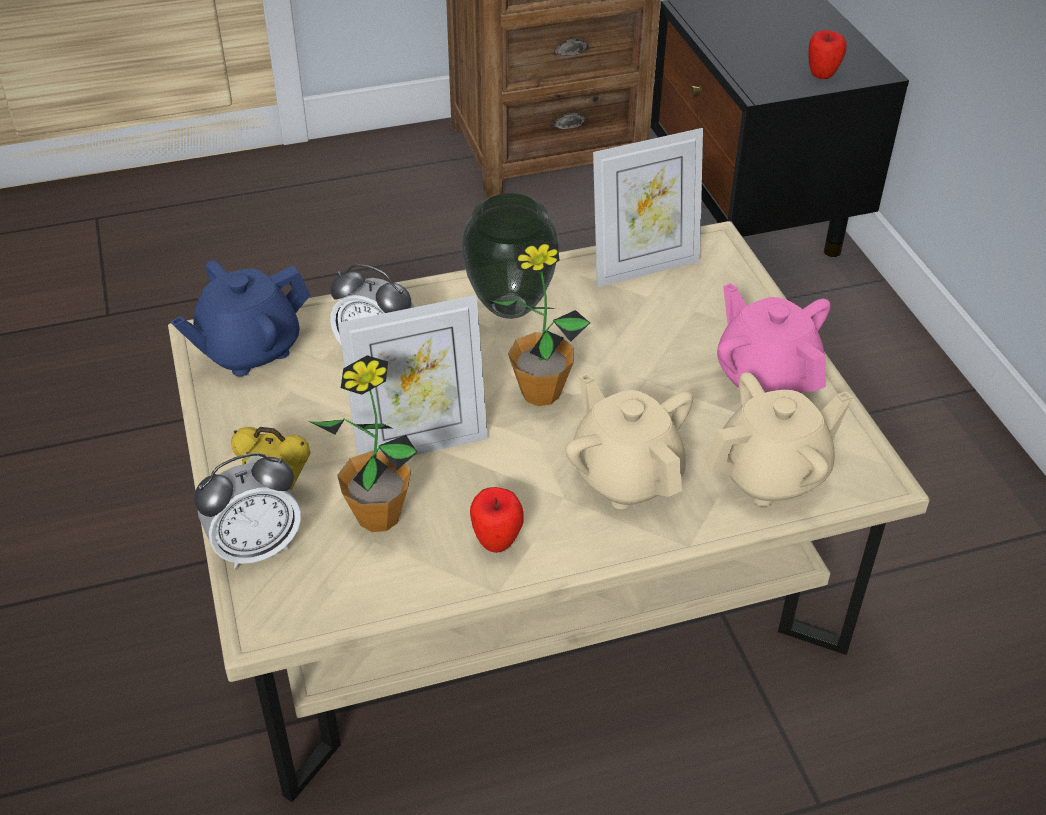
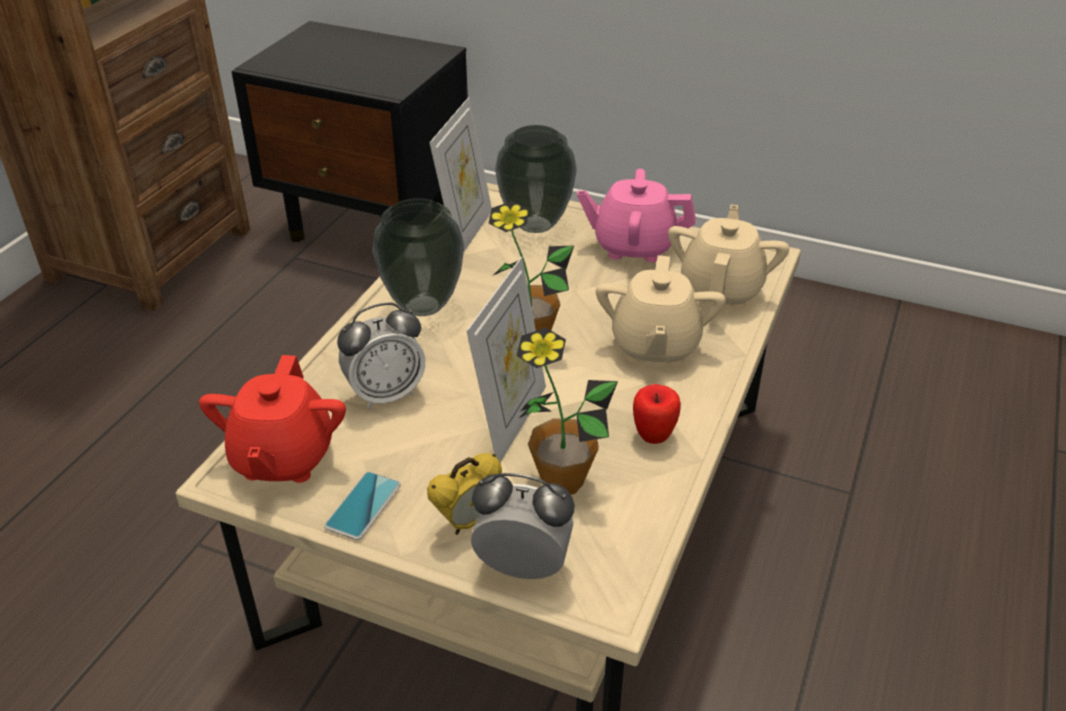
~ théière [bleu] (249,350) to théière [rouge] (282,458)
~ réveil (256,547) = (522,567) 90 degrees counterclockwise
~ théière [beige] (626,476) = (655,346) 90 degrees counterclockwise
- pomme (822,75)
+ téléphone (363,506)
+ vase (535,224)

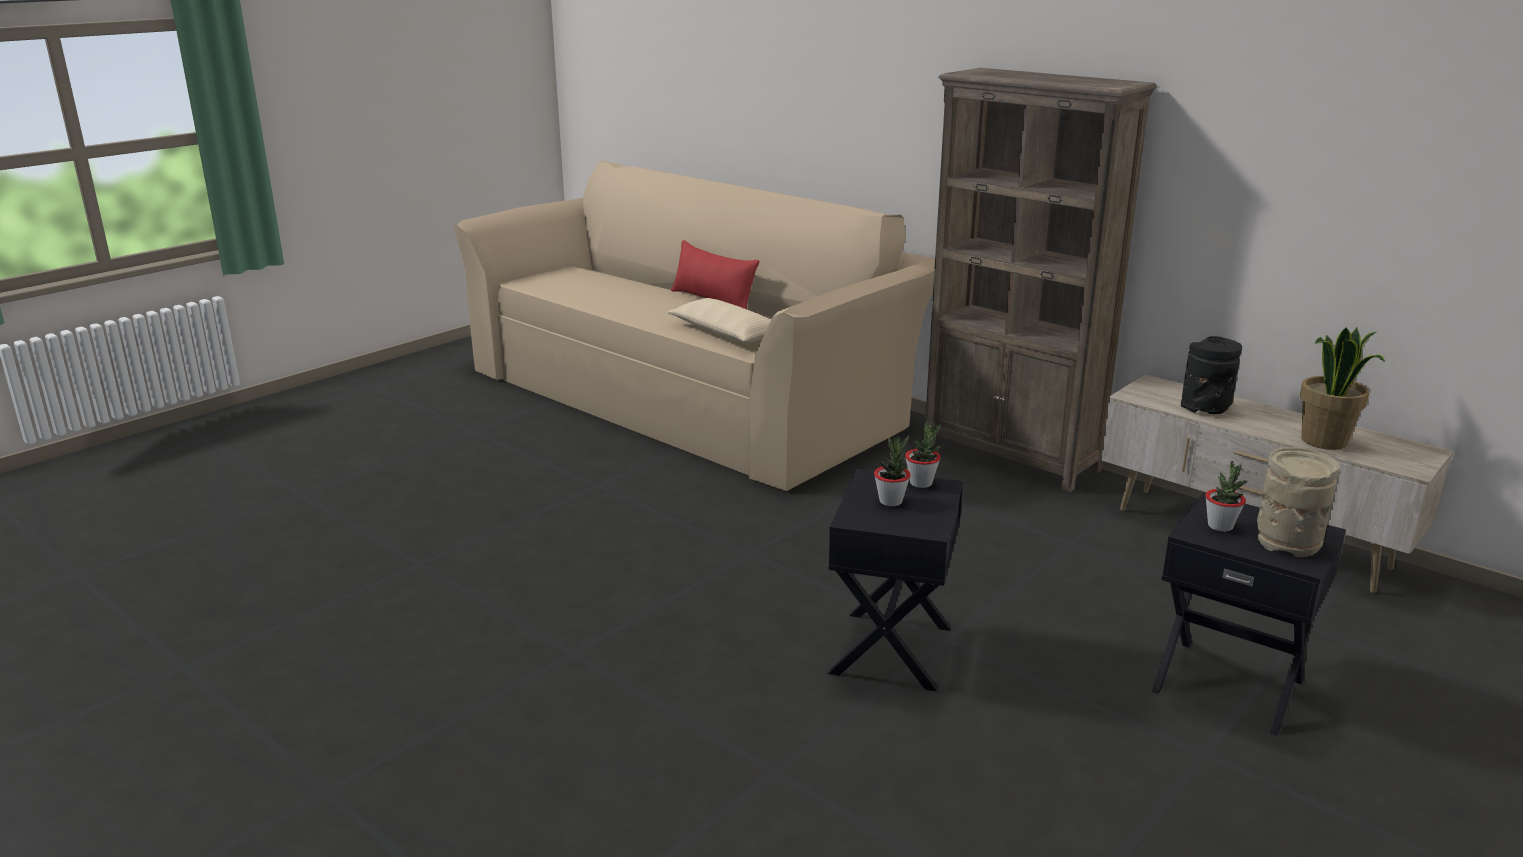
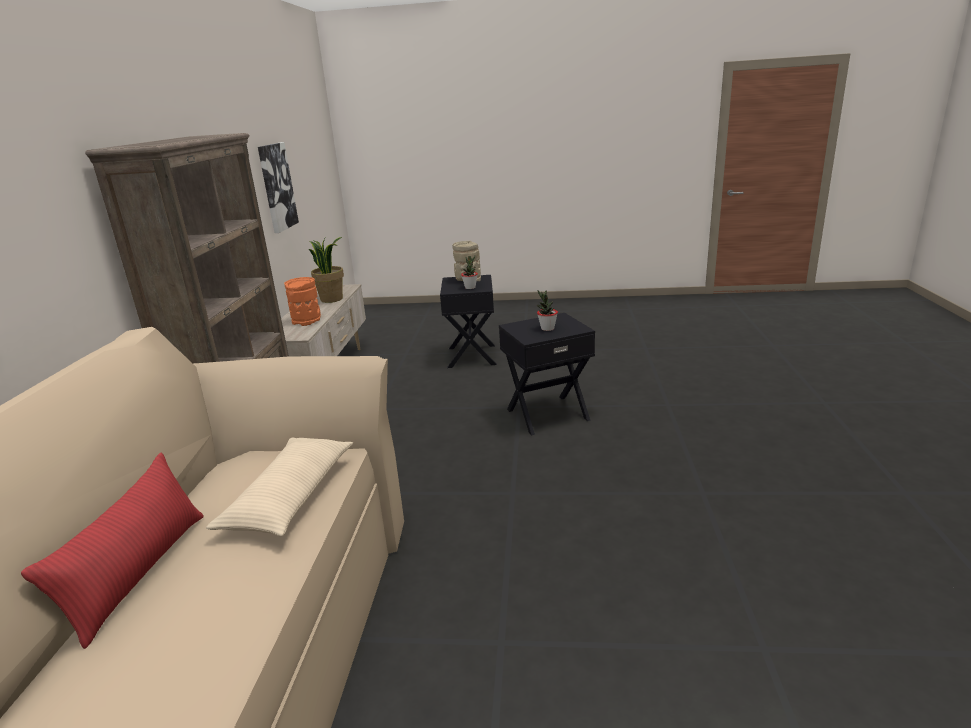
- plante en pot (921,483)
~ vase [noir] (1205,408) to vase [orange] (307,320)
+ tableau (276,187)

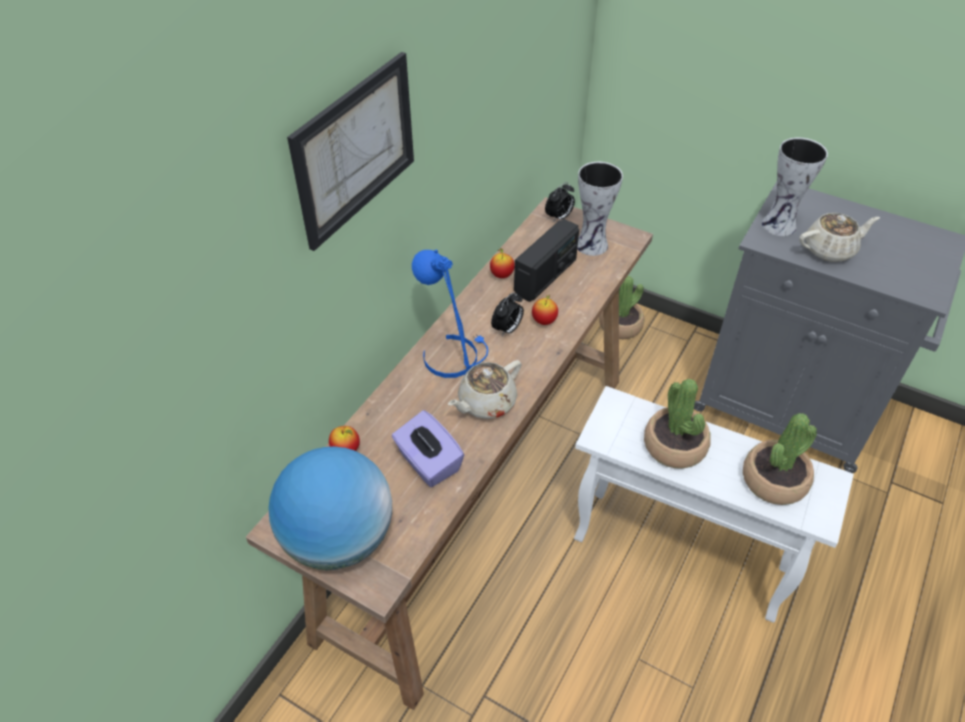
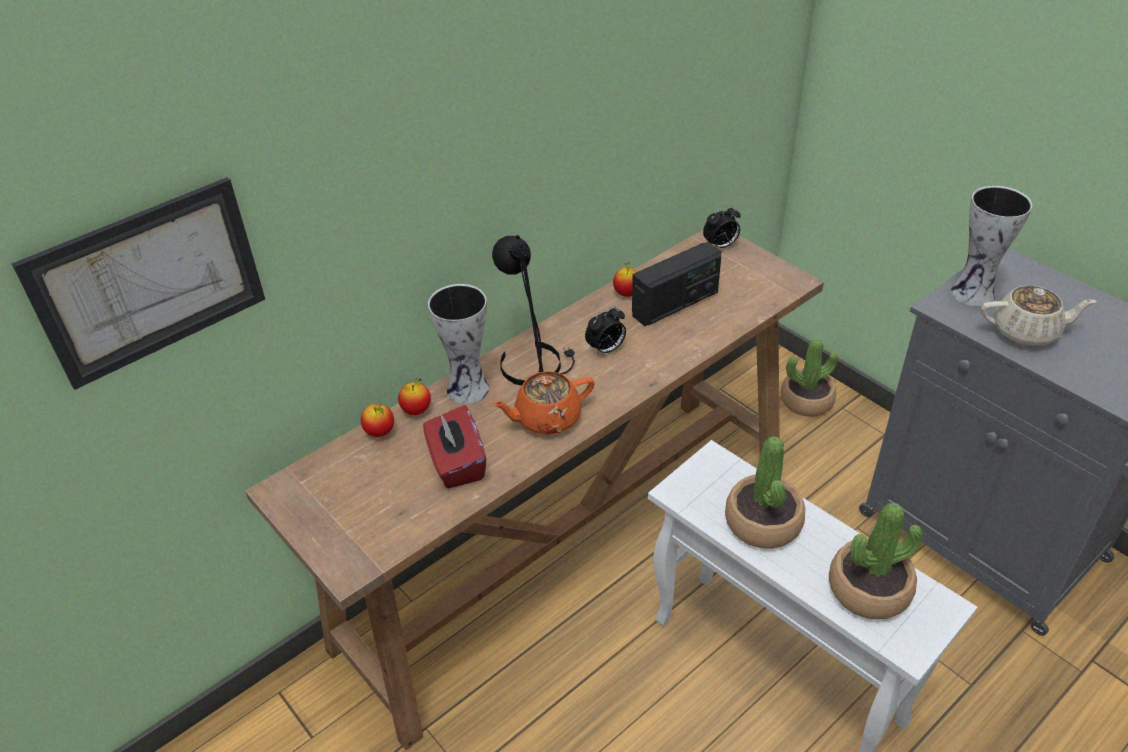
- globe (339,538)
~ tableau (355,149) to (149,281)
~ boîte à mouchoirs [violet] (428,463) to boîte à mouchoirs [rouge] (456,464)
~ lampe de table [bleu] (453,355) to lampe de table [noir] (534,363)
~ théière [beige] (486,403) to théière [orange] (546,418)
~ pomme (544,321) to (416,410)
~ vase (593,245) to (470,389)

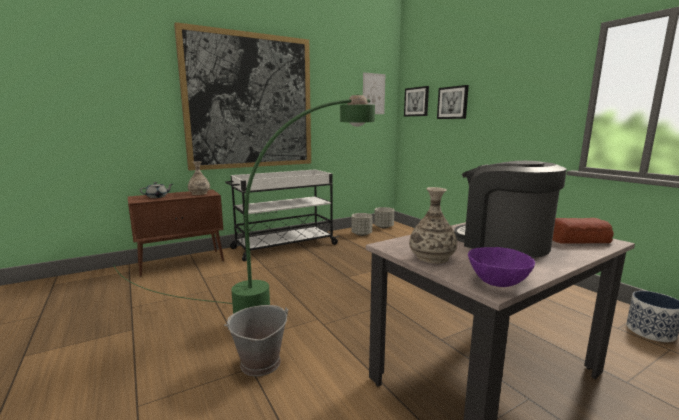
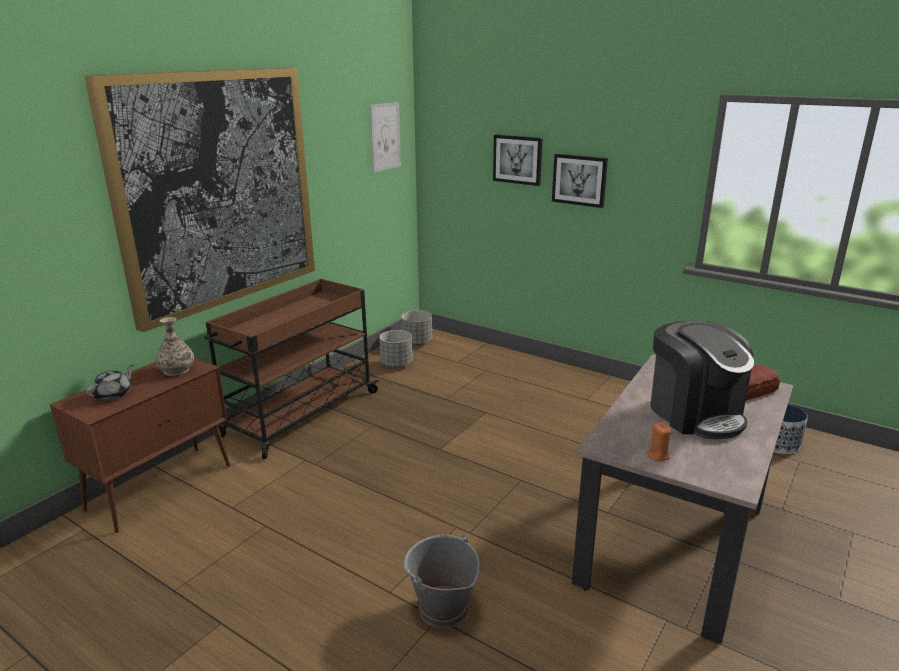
- lampadaire [vert] (280,303)
~ chariot [blanc] (283,246) to chariot [marron] (299,414)
~ tableau (416,102) to (579,180)
~ vase (432,257) to bougie [orange] (657,455)
~ machine à café (502,243) = (695,413) 135 degrees counterclockwise
- bol [violet] (497,282)

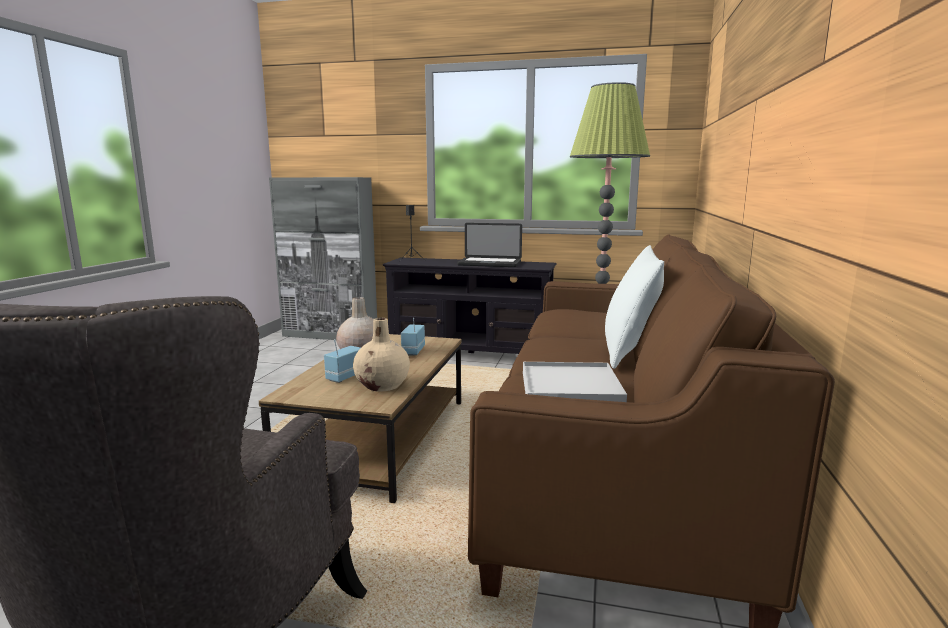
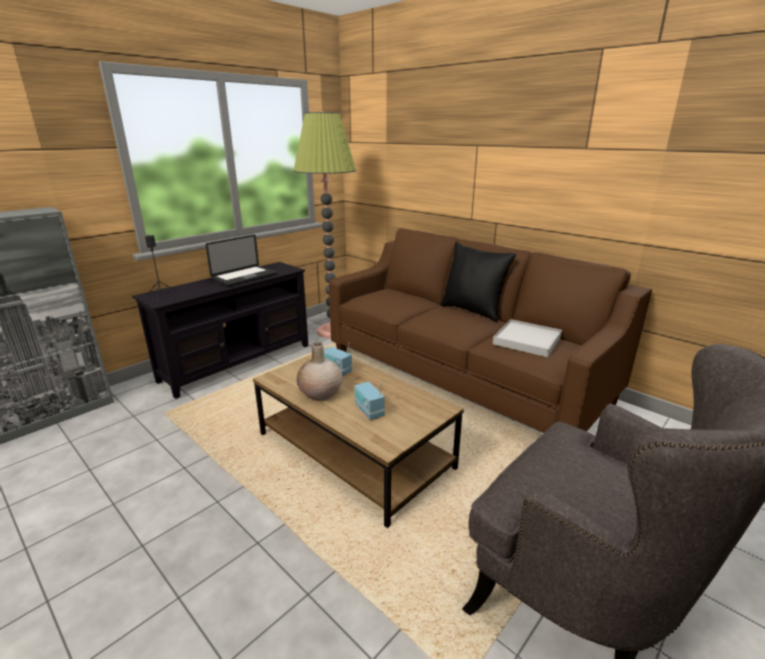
- vase [beige] (382,385)
~ coussin [blanc] (629,353) to coussin [noir] (473,311)

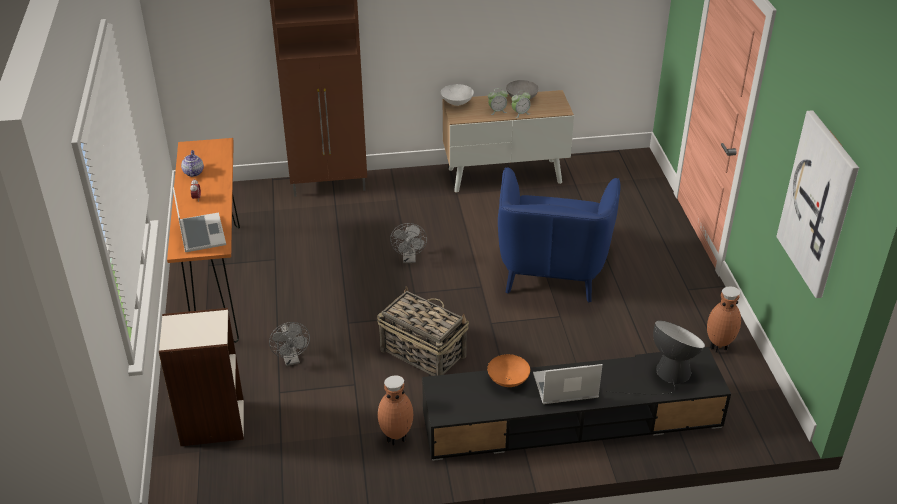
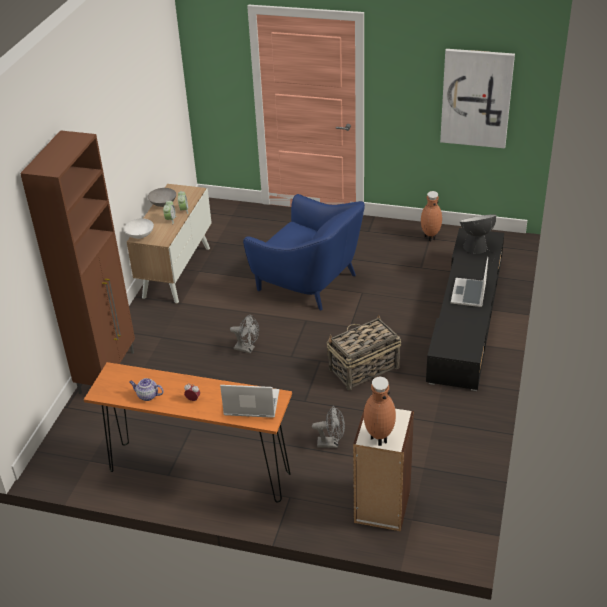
~ vase [marron] (396,438) to (378,438)
- bol [orange] (508,380)

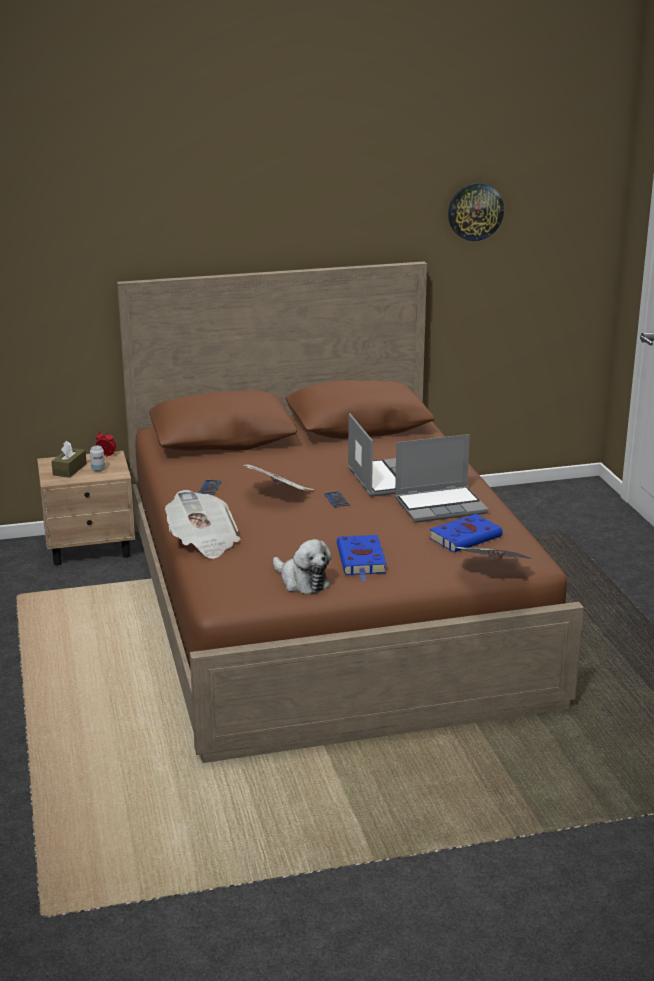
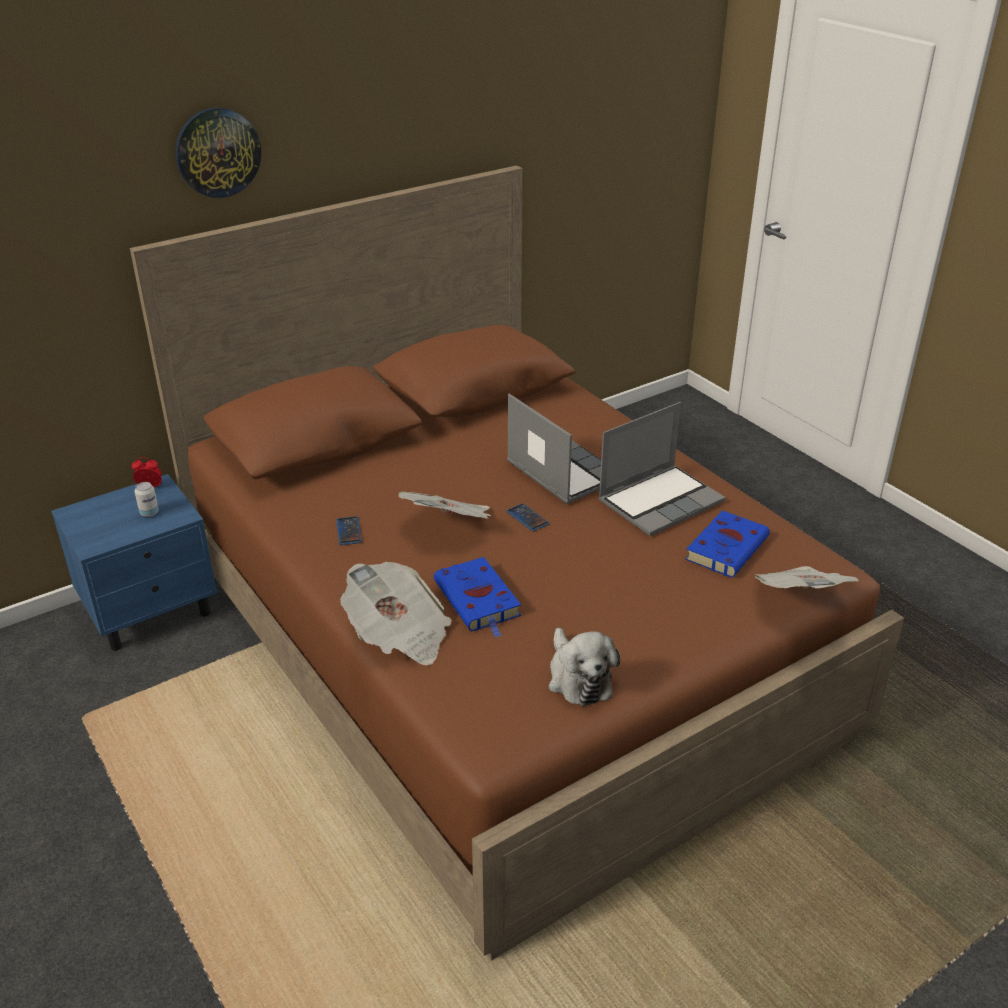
~ table de chevet [beige] (91,548) to table de chevet [bleu] (151,610)
- boîte à mouchoirs [marron] (69,469)
~ peluche (302,581) = (578,677) 45 degrees clockwise
~ livre [bleu] (362,560) to (478,601)
~ horloge murale (475,211) to (217,152)

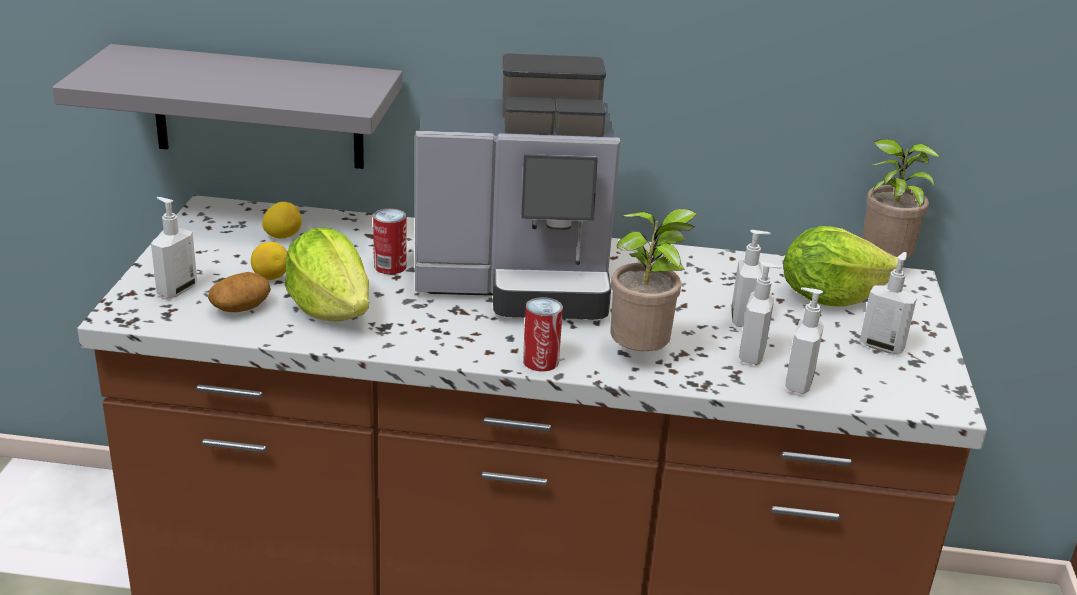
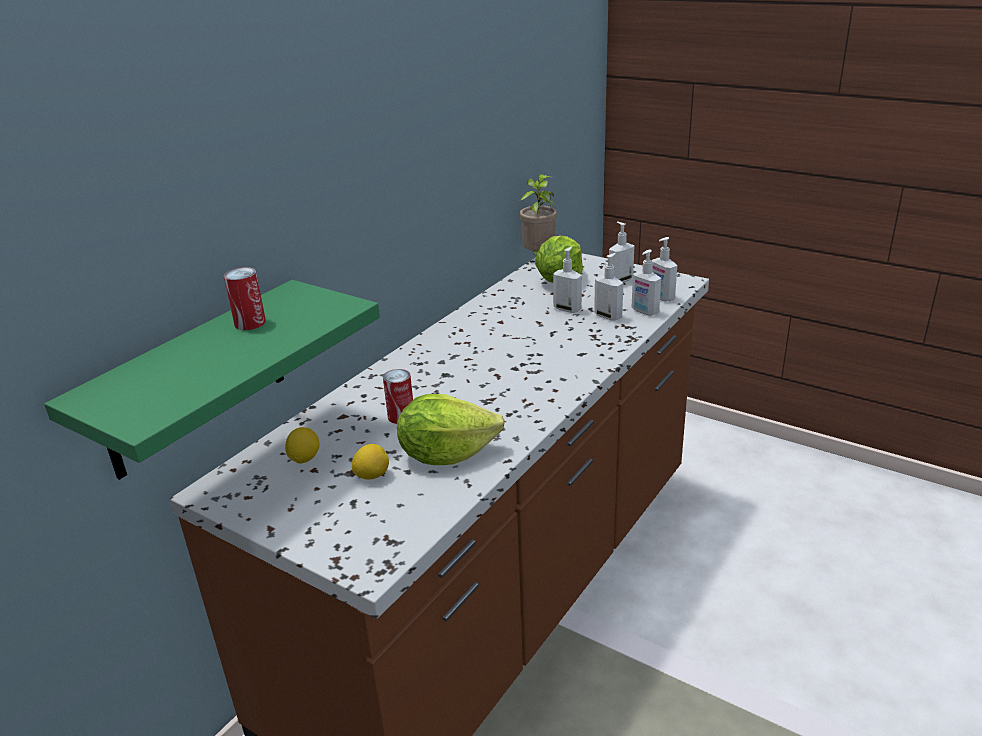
~ étagère [gris] (258,108) to étagère [vert] (195,380)
~ distributeur de savon (176,289) to (661,297)
- pomme de terre (240,308)
- machine à café (518,281)
~ boîte métallique (540,361) to (250,323)
- plante en pot (642,356)

